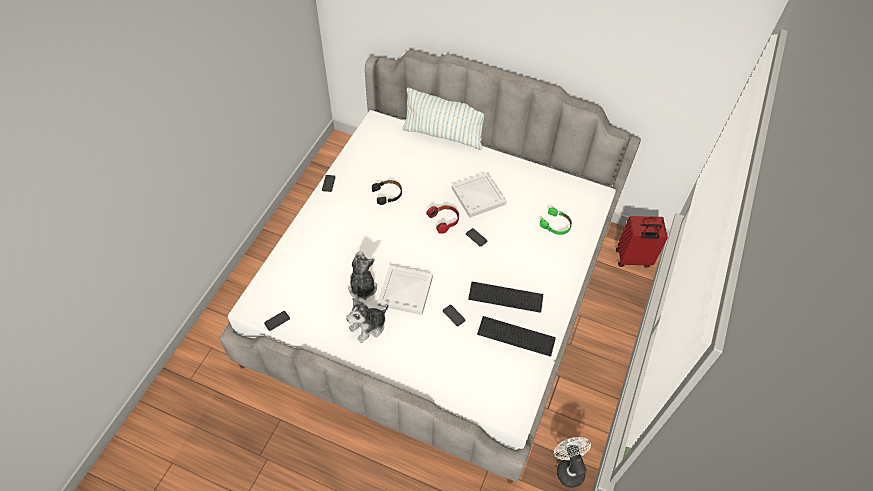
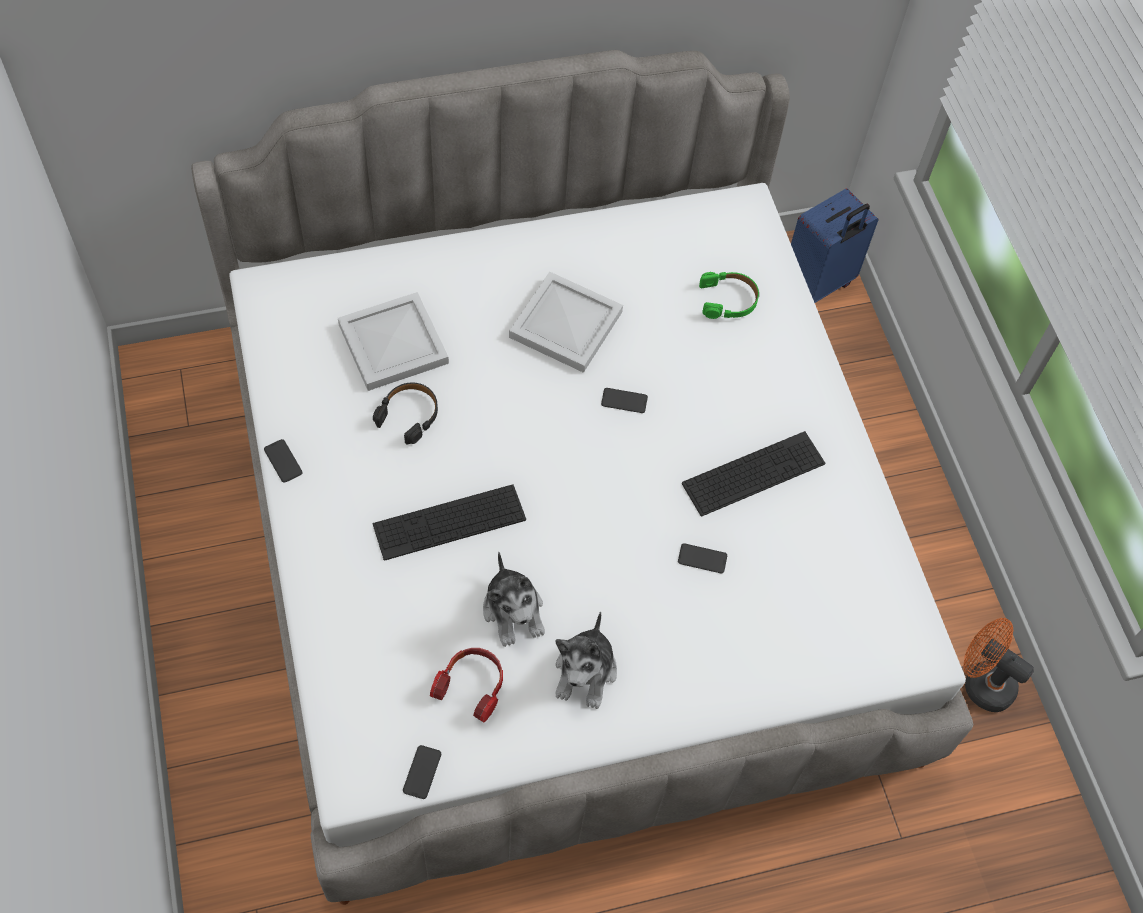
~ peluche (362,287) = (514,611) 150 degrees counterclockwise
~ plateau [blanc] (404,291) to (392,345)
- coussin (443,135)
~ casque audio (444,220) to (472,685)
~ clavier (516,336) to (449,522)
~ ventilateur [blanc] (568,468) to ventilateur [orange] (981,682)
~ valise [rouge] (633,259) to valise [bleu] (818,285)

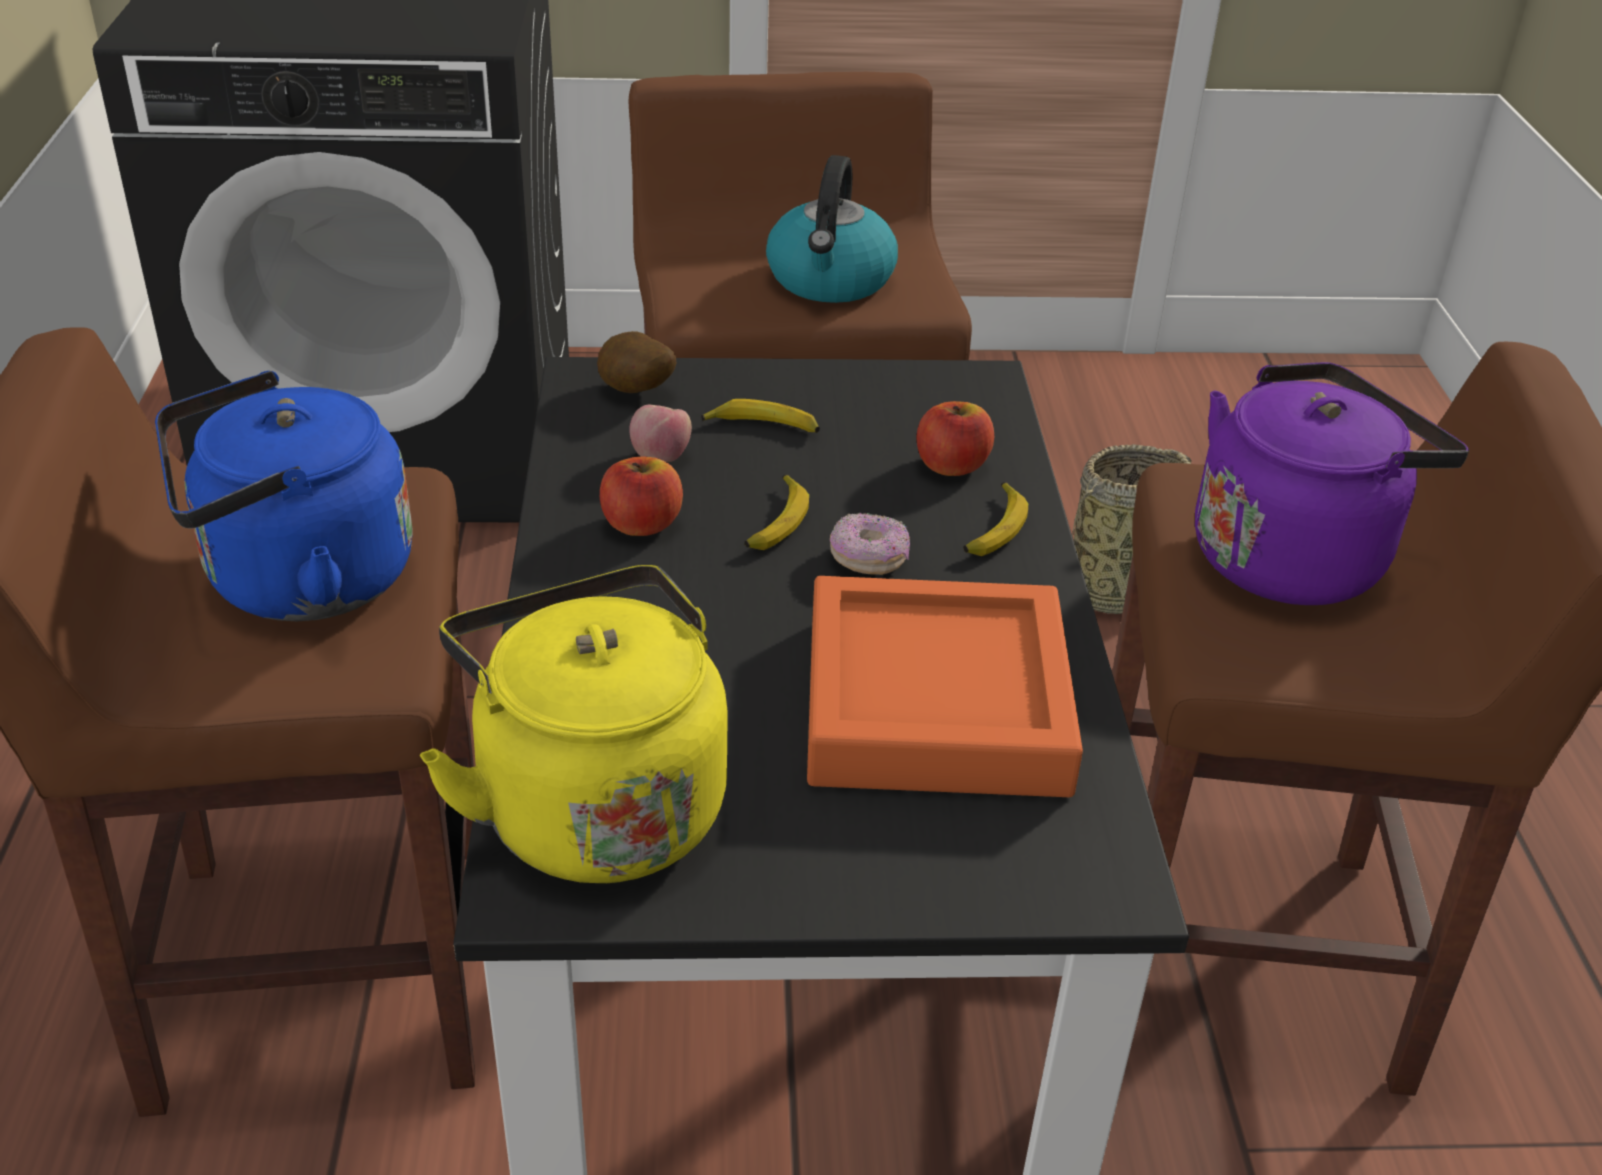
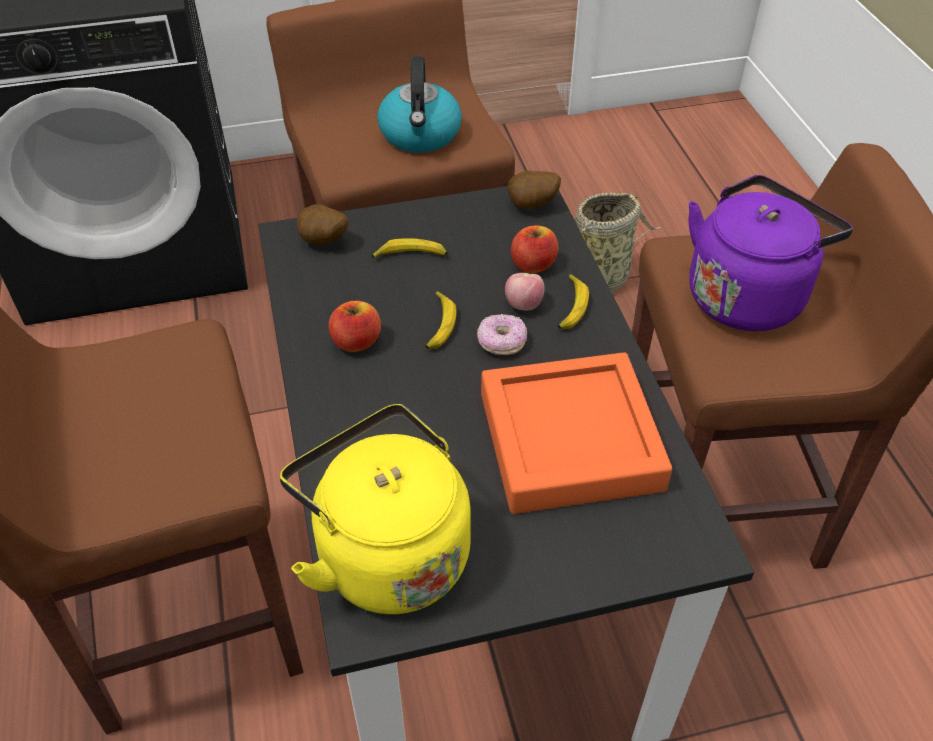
- bouilloire [bleu] (298,581)
~ pomme (660,457) to (523,304)
+ pomme de terre (532,206)

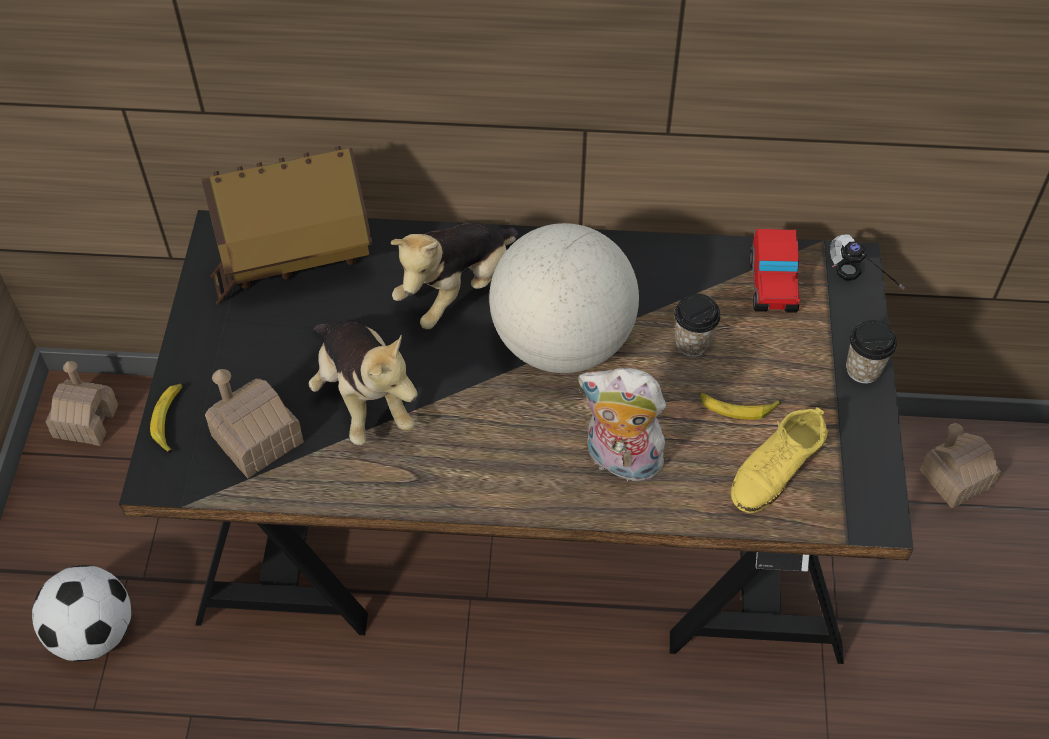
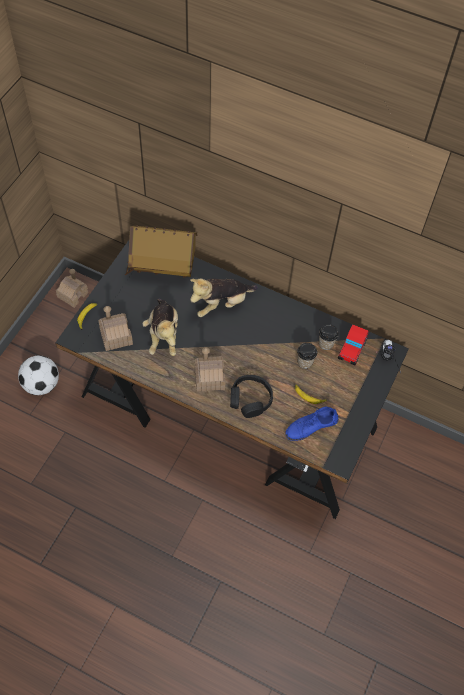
- globe (562,343)
~ peluche (620,461) to casque audio [noir] (250,399)
~ chaussure [jaune] (777,468) to chaussure [bleu] (311,426)
~ tasse (863,369) to (326,343)
~ maison miniature (955,478) to (209,378)

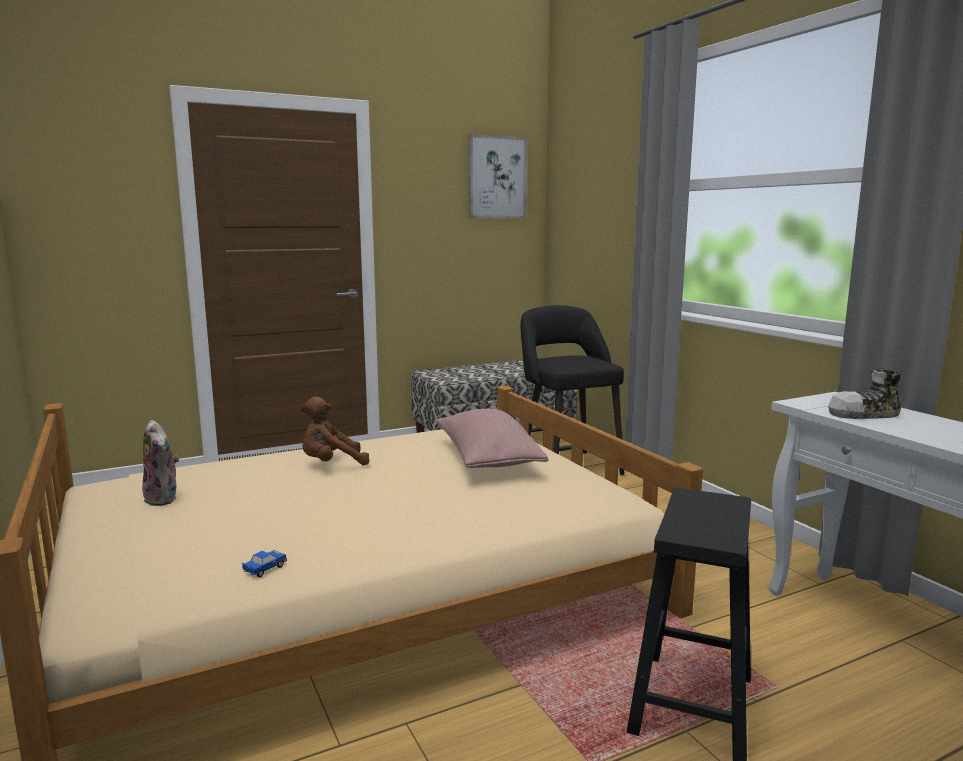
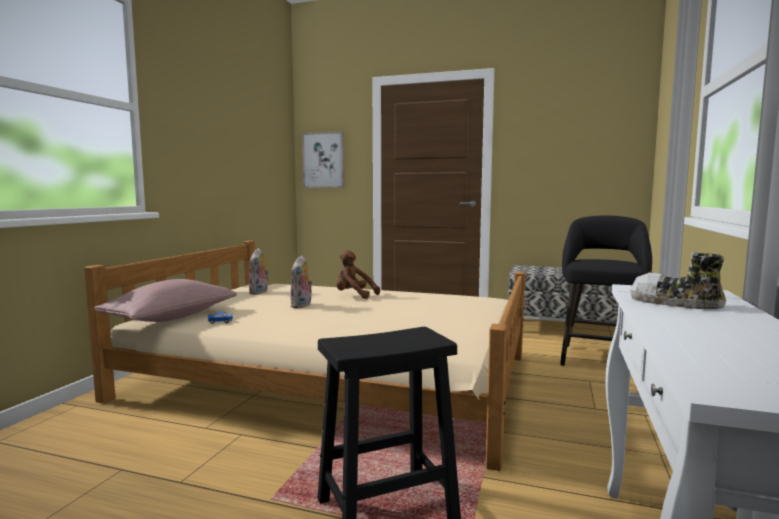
~ coussin [rose] (487,459) to (171,318)
~ tableau (497,177) to (323,160)
+ peluche (302,306)

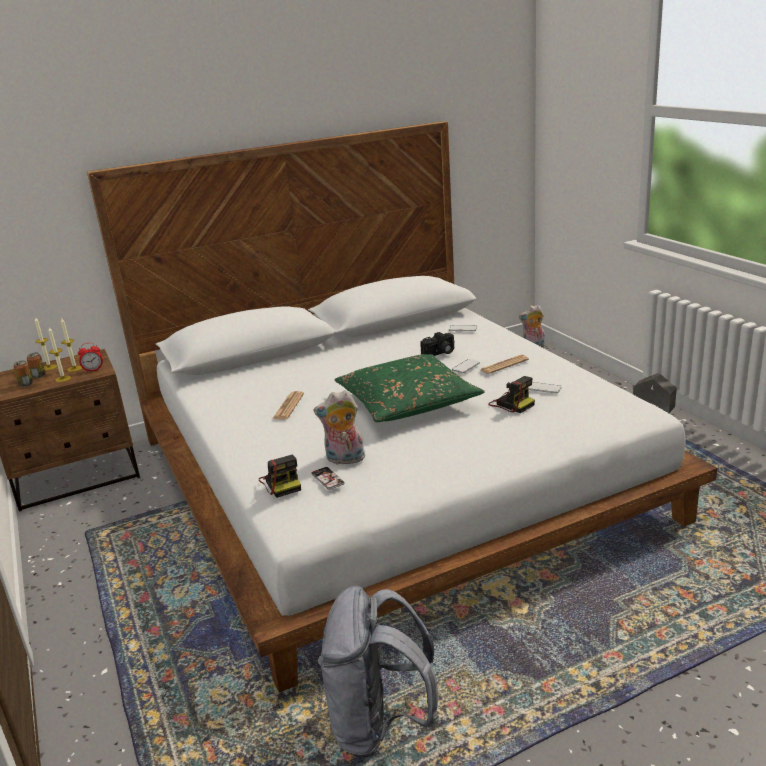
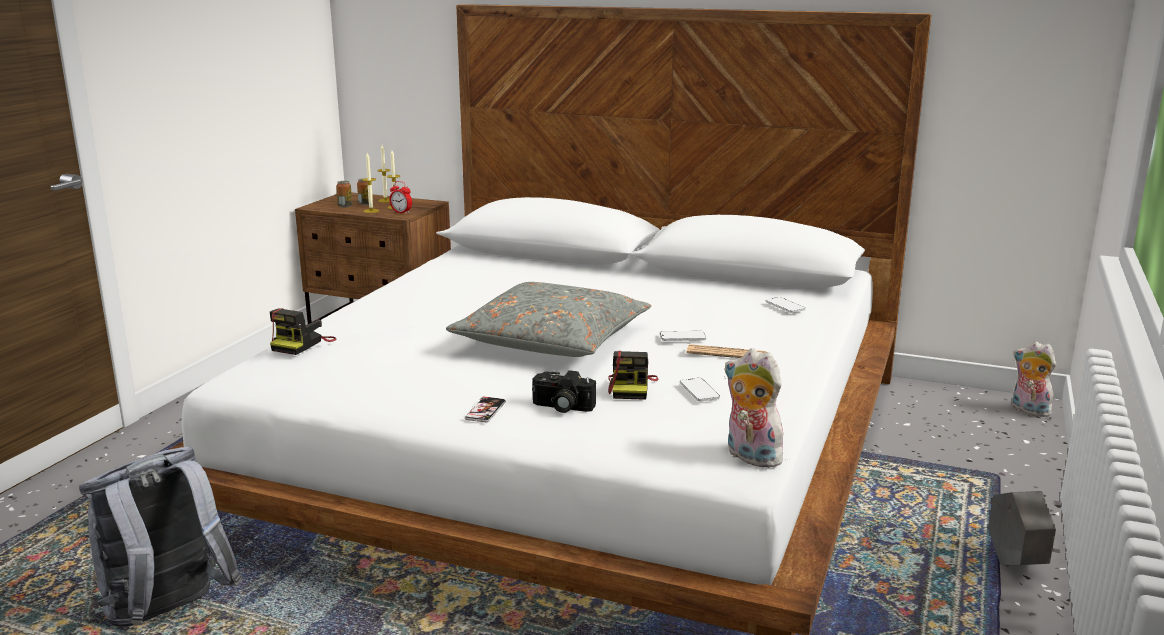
- journal (288,406)
~ téléphone (327,479) to (485,410)
~ peluche (344,460) to (750,457)
~ coussin [vert] (407,402) to coussin [gris] (552,340)
~ appareil photo (440,353) to (561,407)

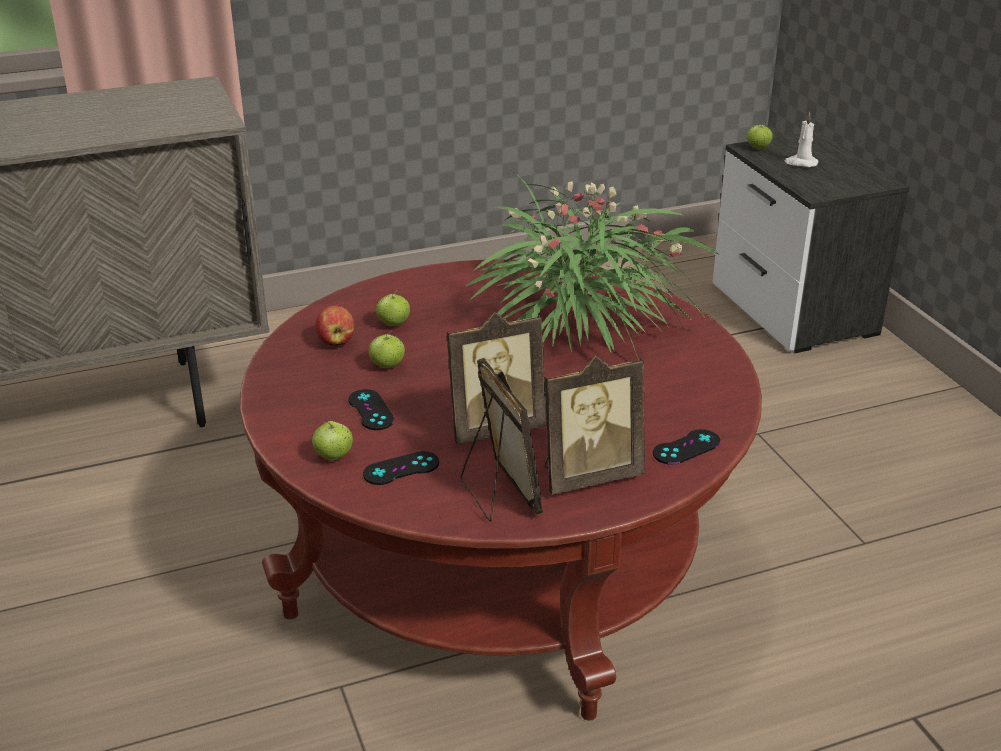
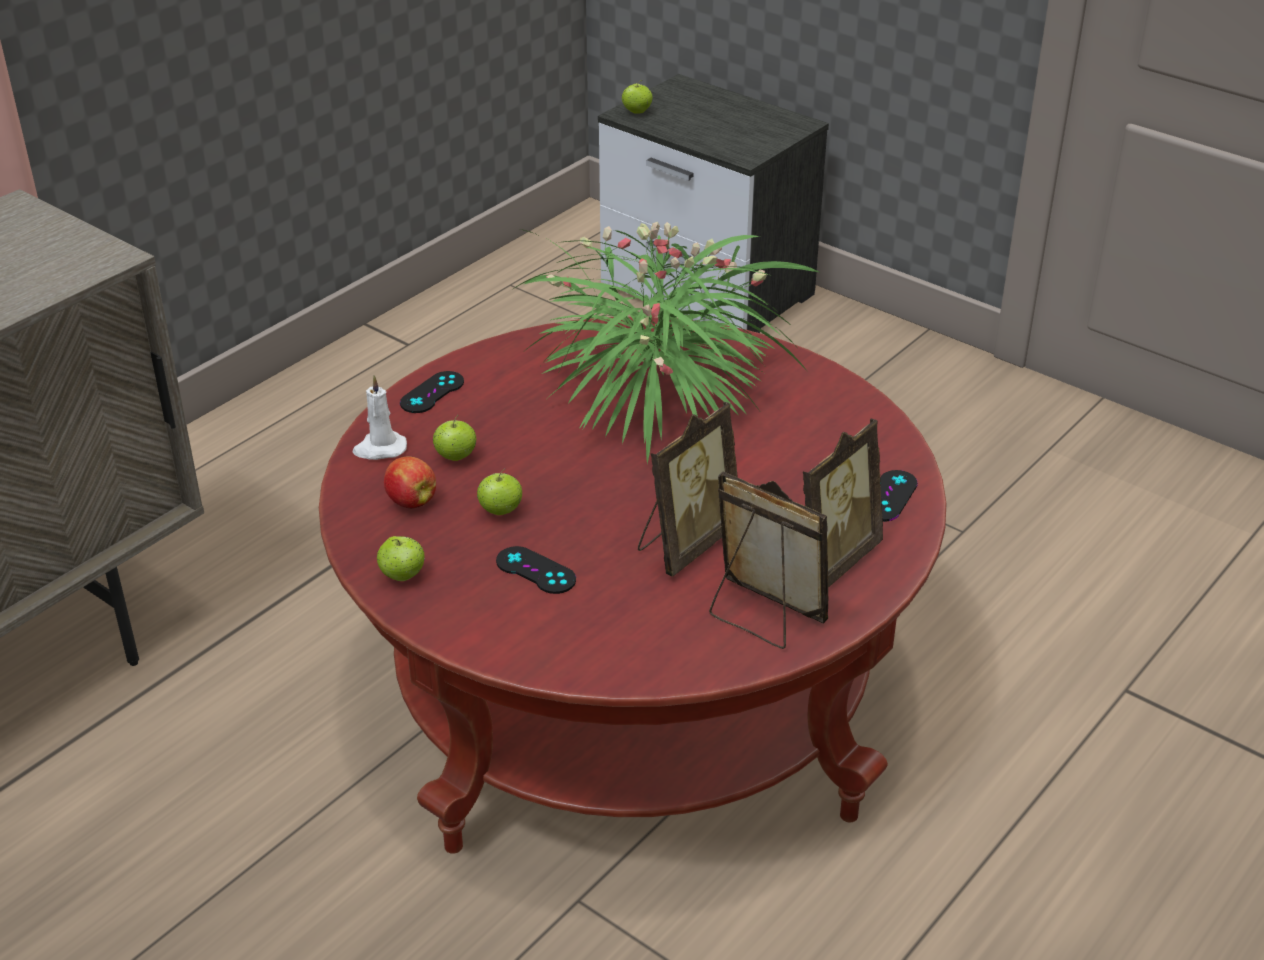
~ pomme (334,457) to (402,576)
~ manette [noir] (401,468) to (432,393)
~ bougie [blanc] (801,163) to (379,449)

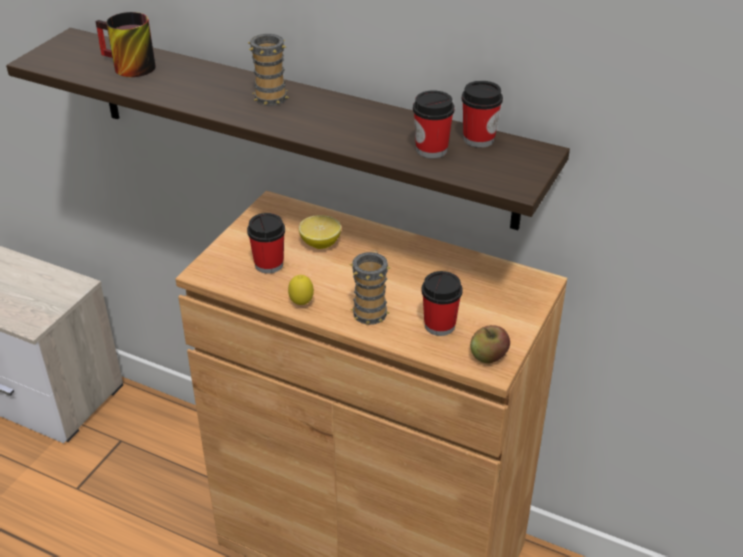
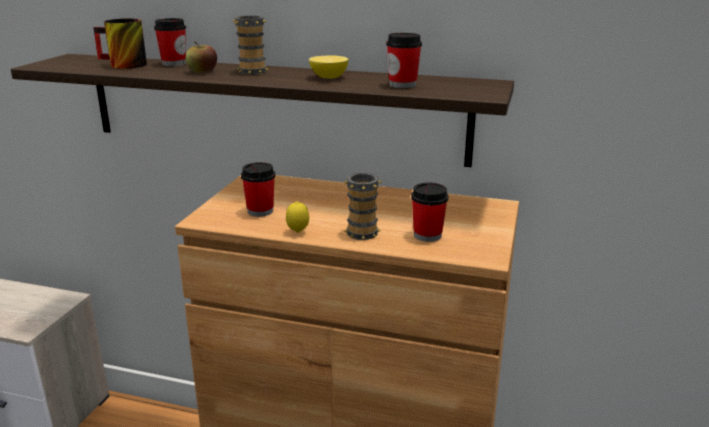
~ citron (320,243) to (329,77)
~ tasse (478,139) to (174,63)
~ pomme (488,356) to (202,71)

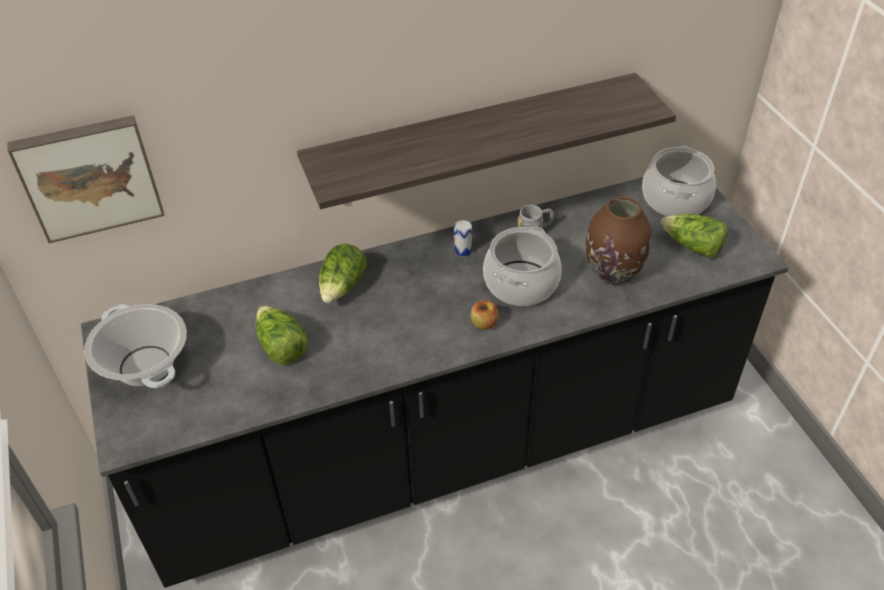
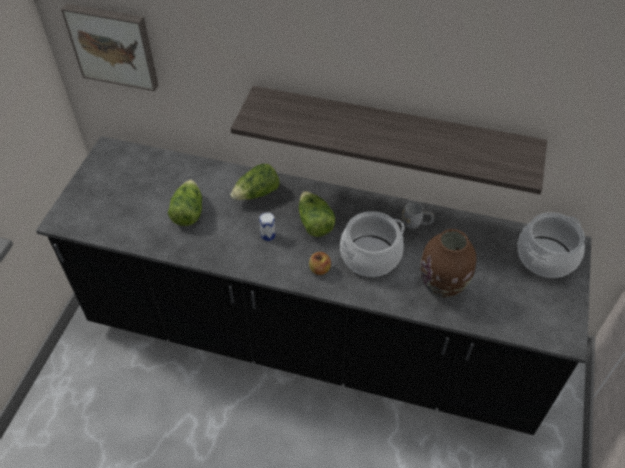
- marmite (145,366)
~ boîte métallique (463,250) to (268,235)
~ laitue (692,246) to (314,223)

